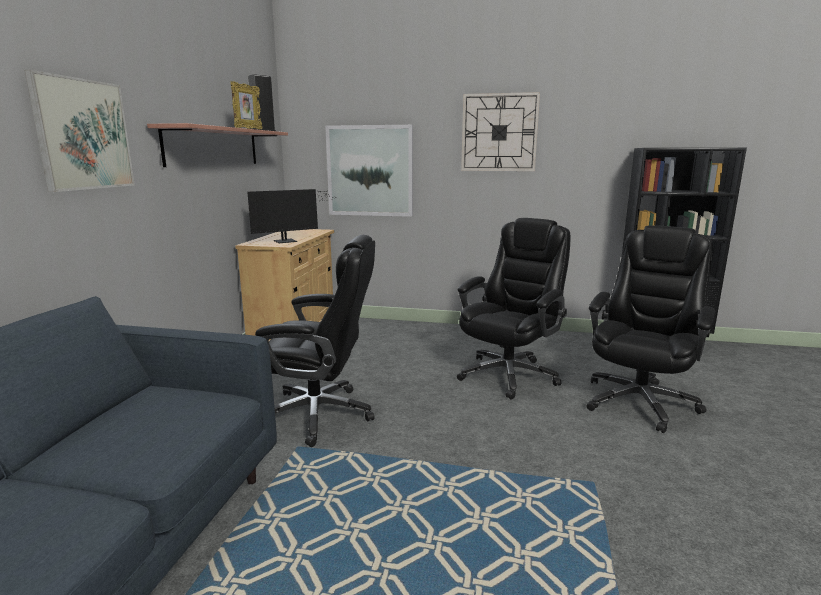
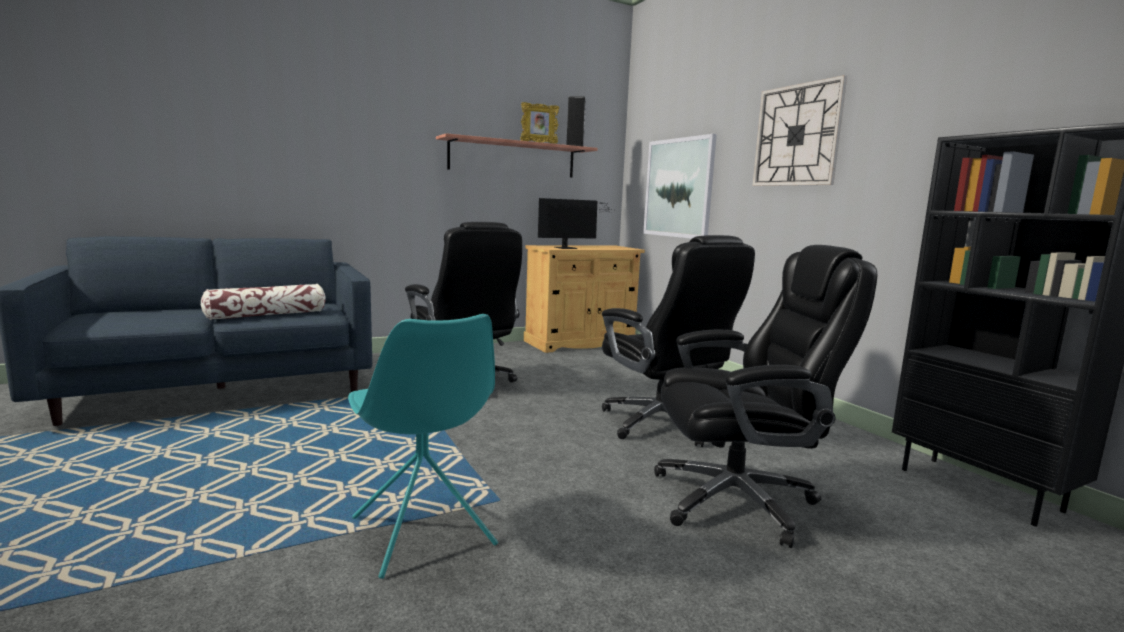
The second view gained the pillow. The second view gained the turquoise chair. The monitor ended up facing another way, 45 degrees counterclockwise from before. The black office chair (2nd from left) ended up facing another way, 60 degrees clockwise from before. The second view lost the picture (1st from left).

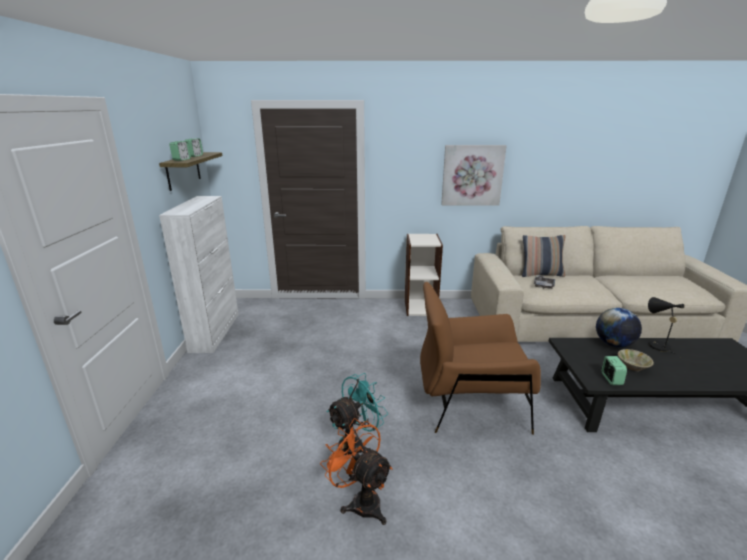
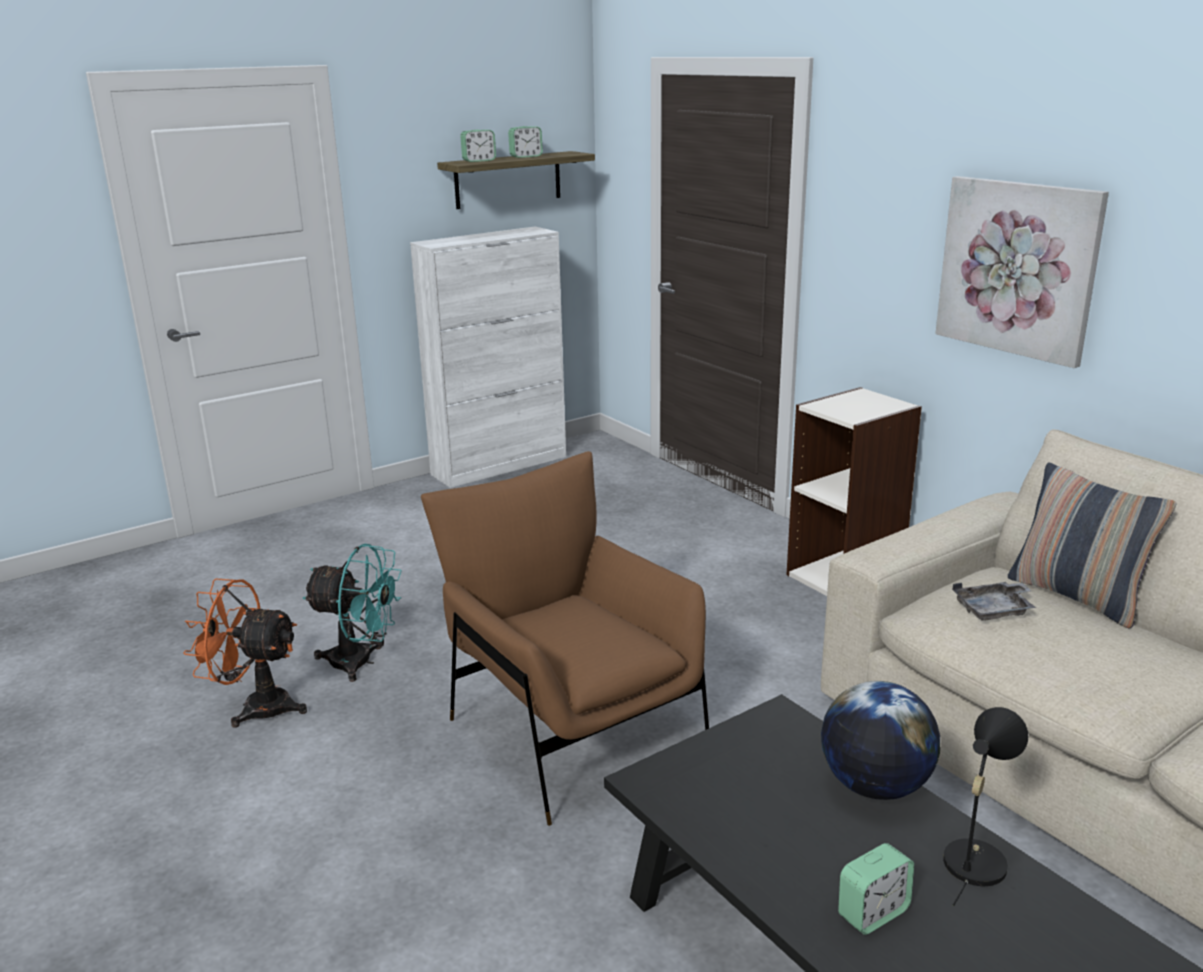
The orange fan ended up facing another way, 90 degrees counterclockwise from before. The alarm clock (3rd from left) ended up elsewhere. The second view lost the beige bowl.

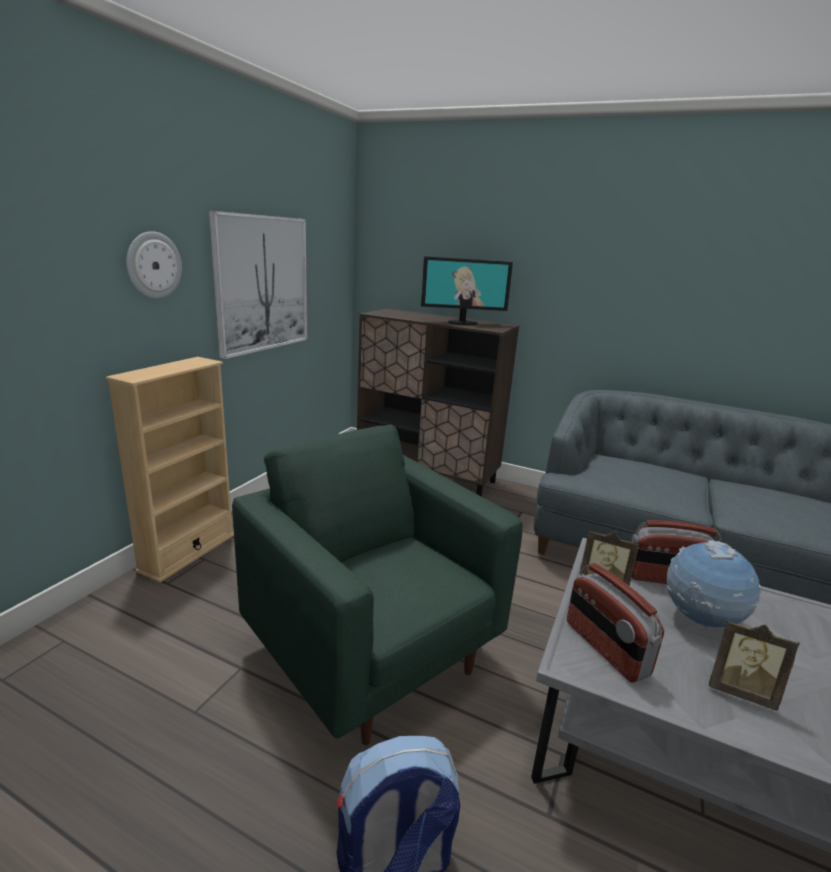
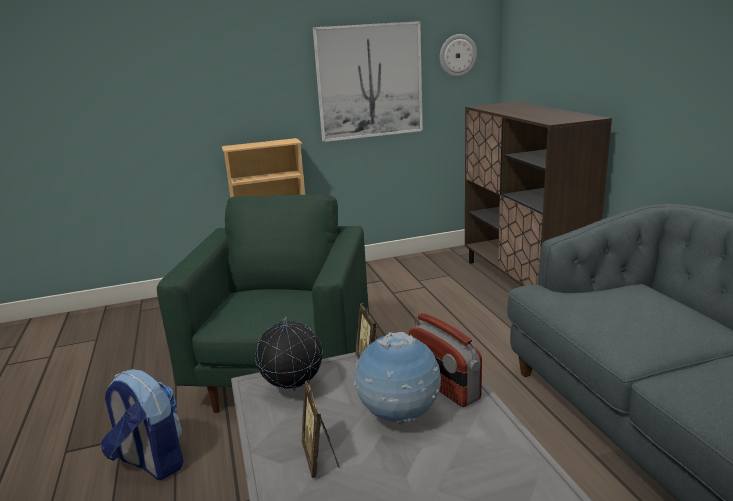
Where the radio (1st from left) stood, the globe (1st from left) came to stand. The wall clock ended up elsewhere. The second view lost the monitor.

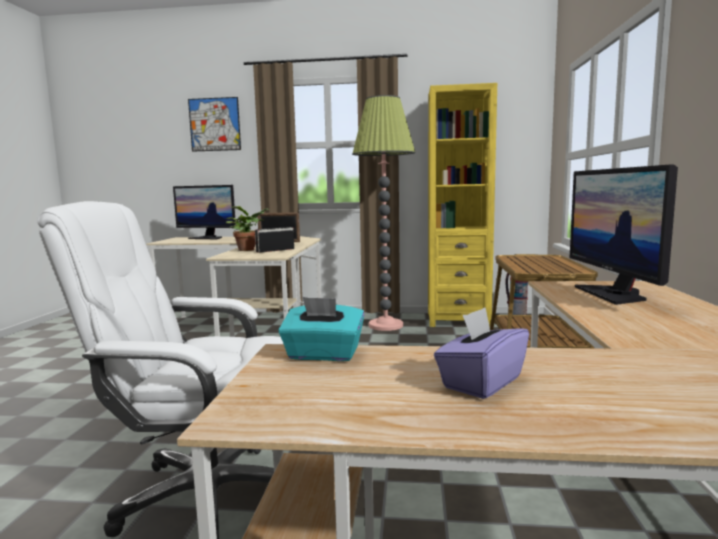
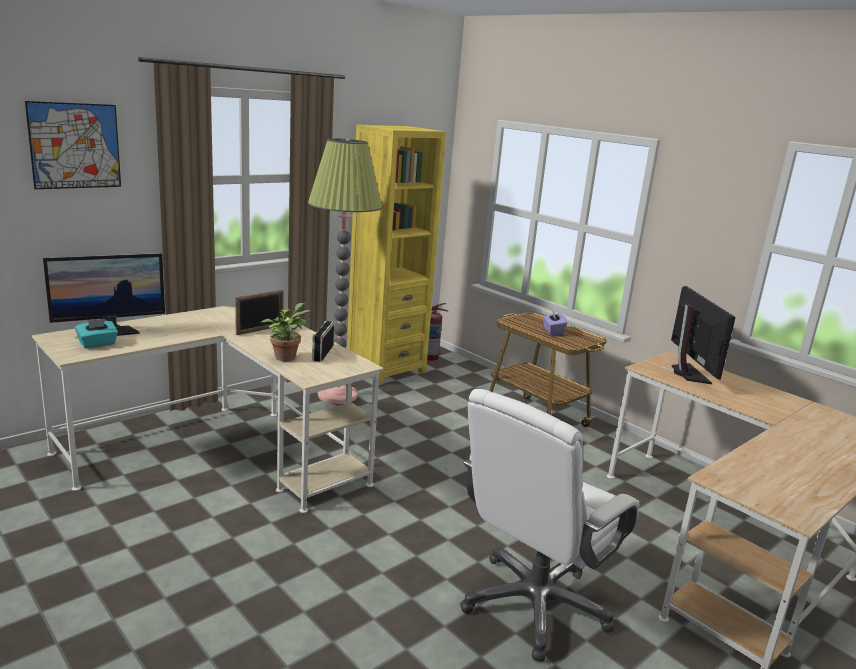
The turquoise tissue box ended up elsewhere. The purple tissue box ended up elsewhere. The monitor (2nd from left) ended up facing another way, 135 degrees counterclockwise from before.

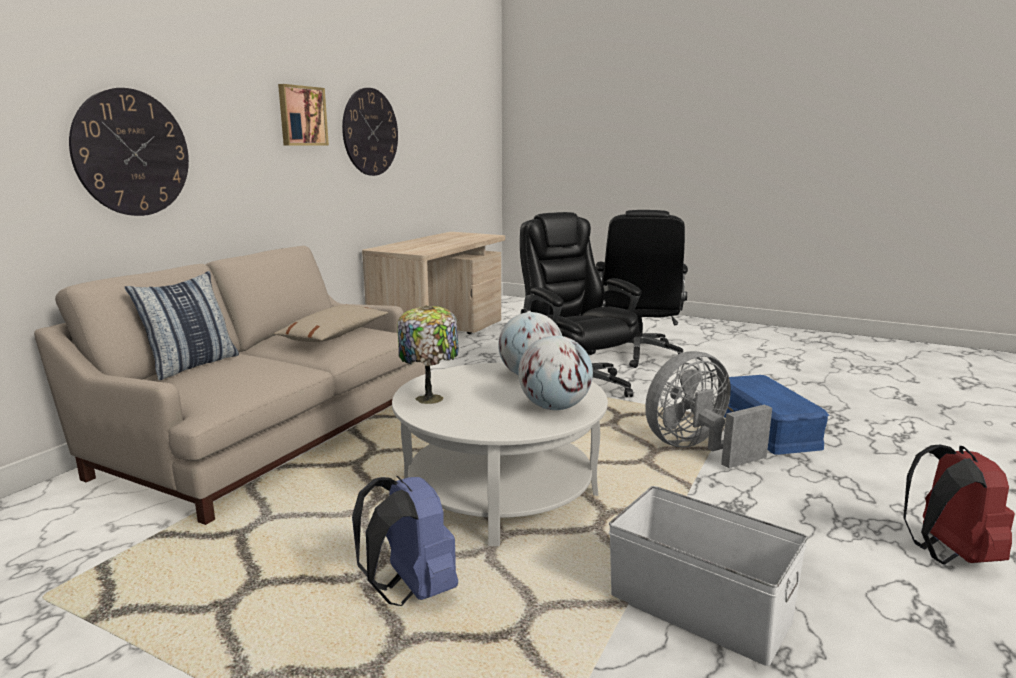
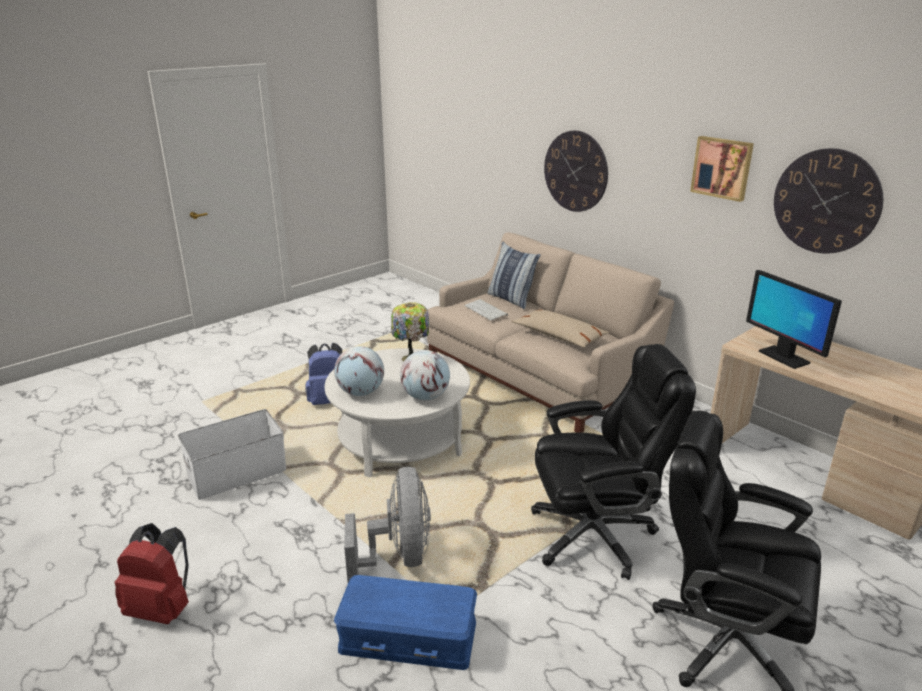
The second view gained the keyboard. The second view gained the monitor.

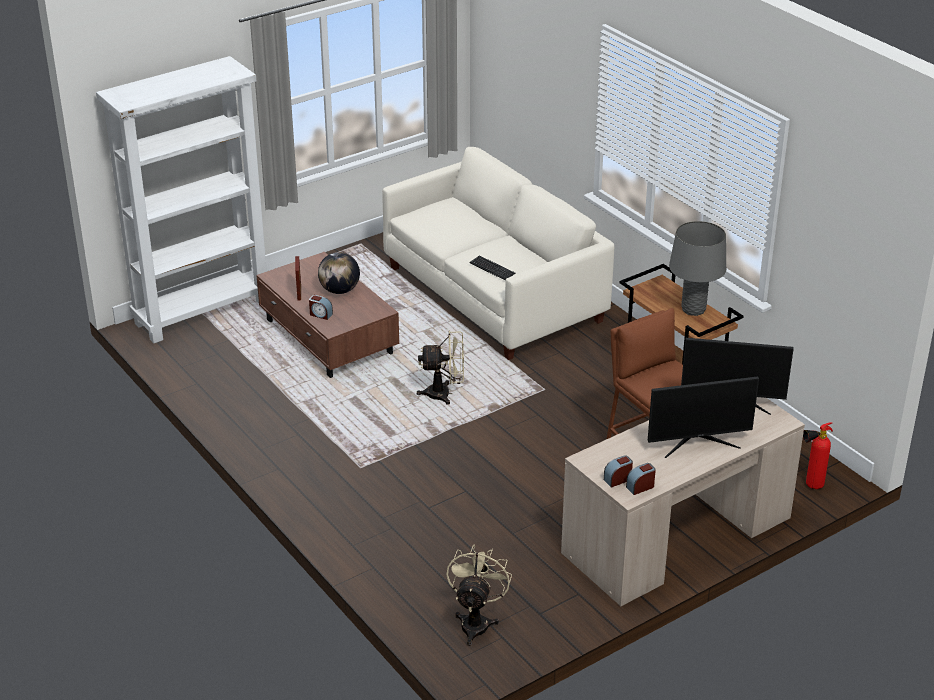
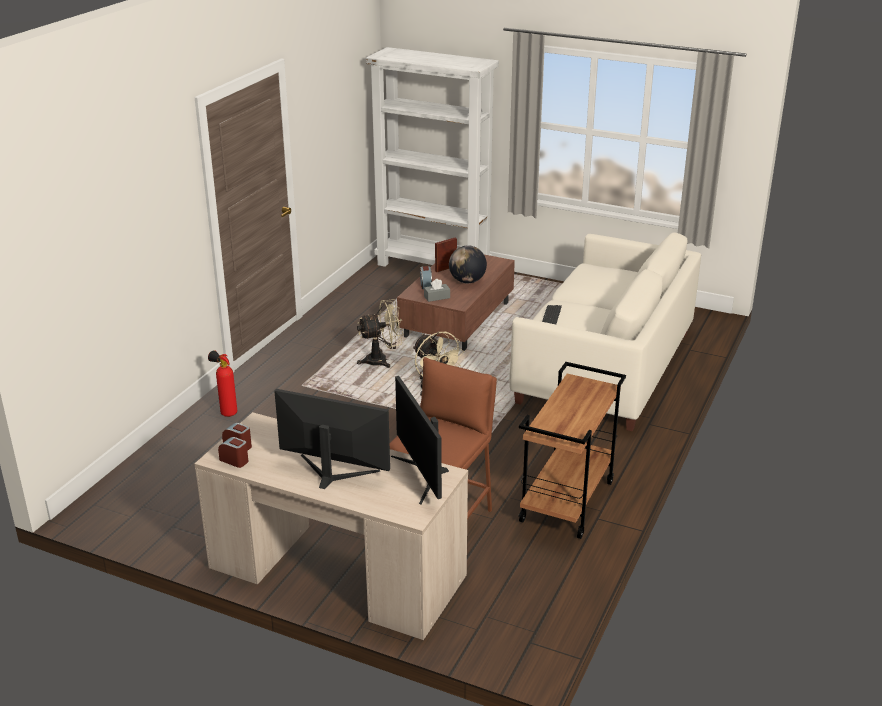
The fire extinguisher ended up elsewhere. The monitor (1st from left) ended up facing another way, 150 degrees clockwise from before. The beige fan (2nd from left in the first image) ended up elsewhere. The second view gained the grey tissue box. The second view lost the grey table lamp.

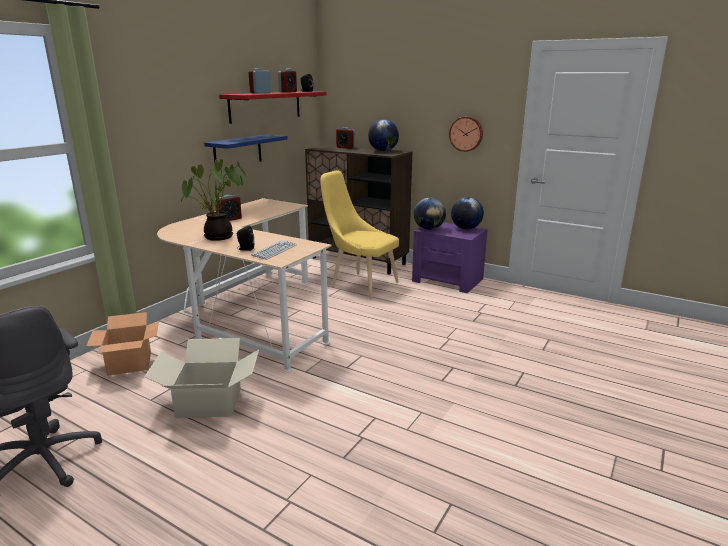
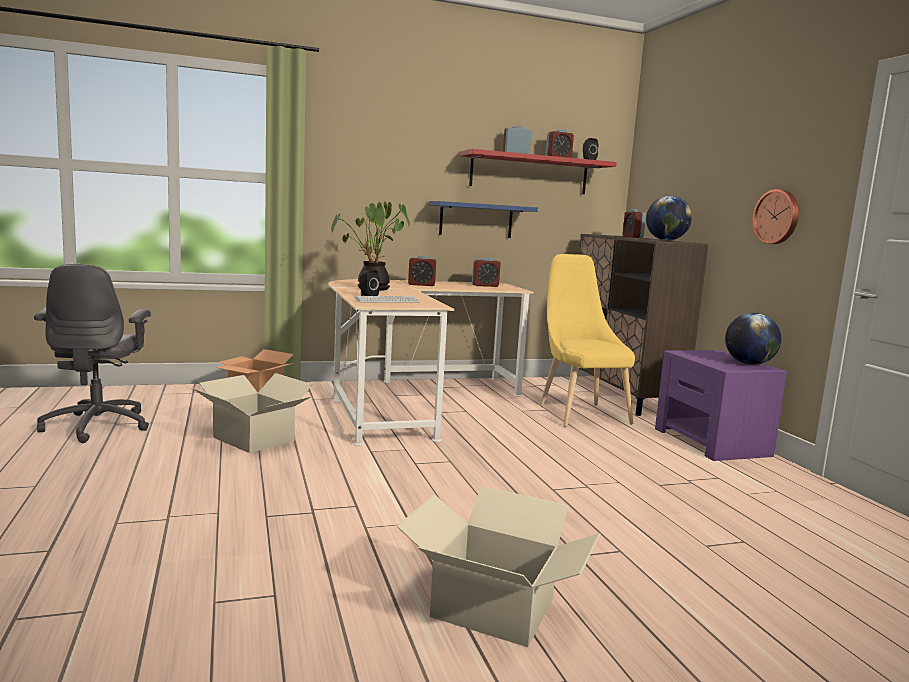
The second view gained the cardboard box (3rd from left). The second view gained the alarm clock (2nd from left). The second view lost the globe (2nd from left).

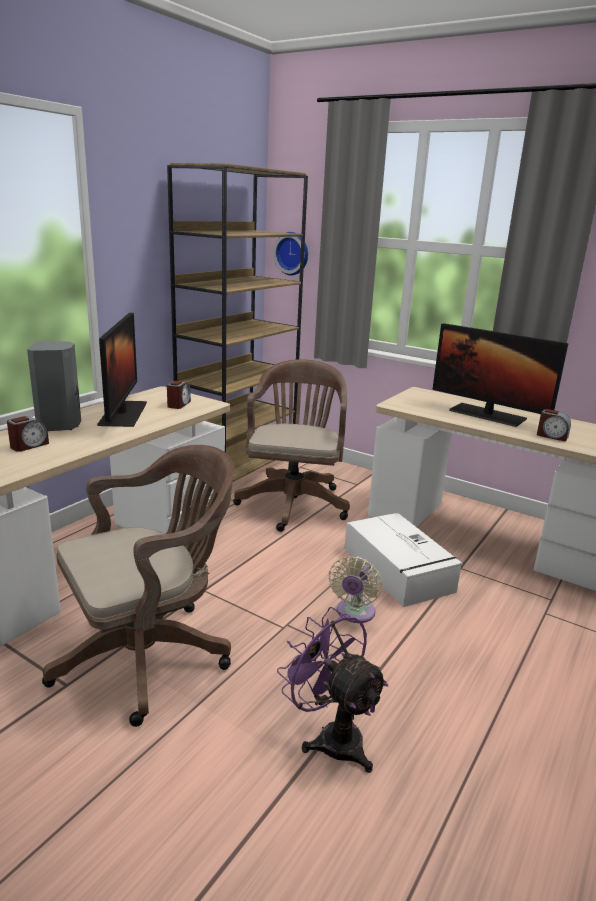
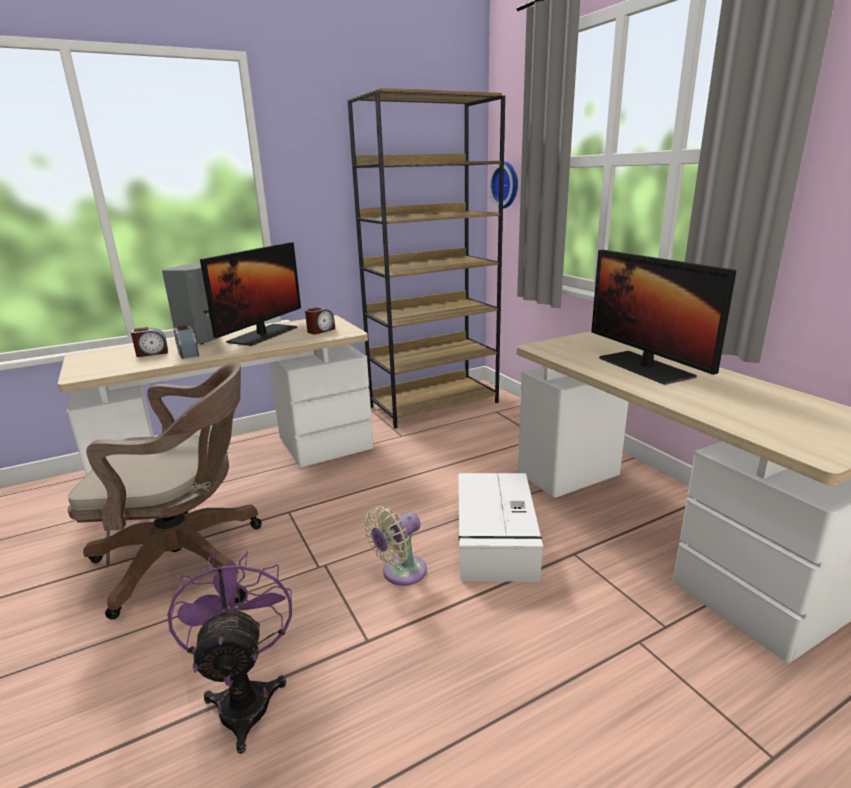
The alarm clock (3rd from left in the first image) ended up elsewhere. The second view lost the brown office chair (2nd from left).

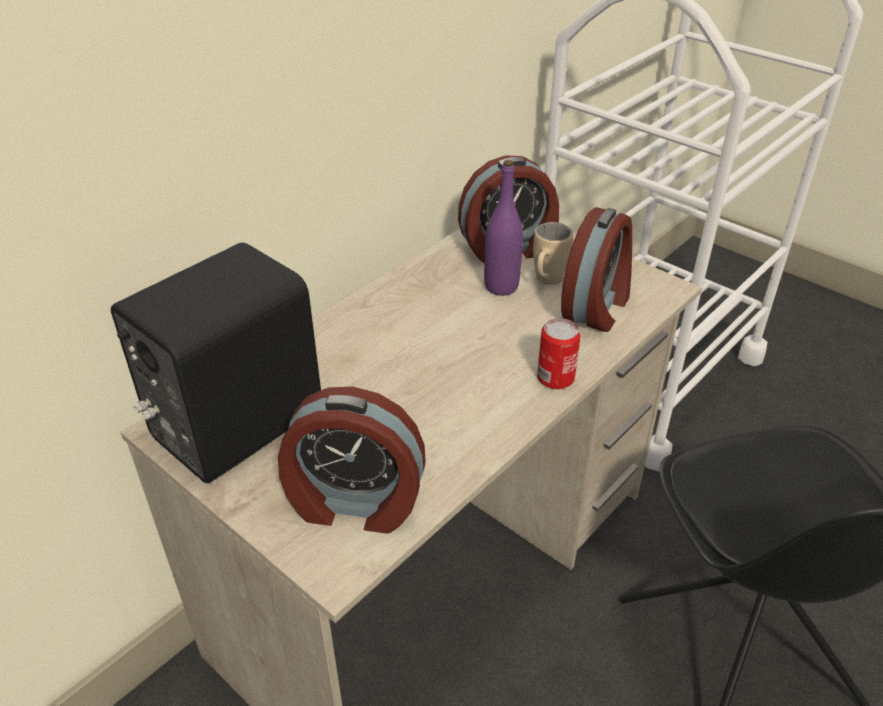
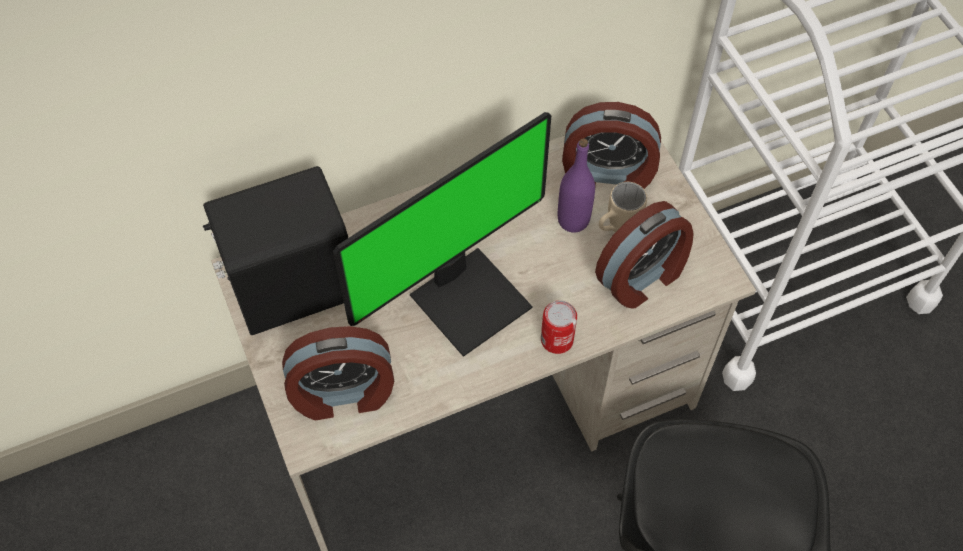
The alarm clock (1st from left) ended up facing another way, 45 degrees counterclockwise from before. The second view gained the monitor.

